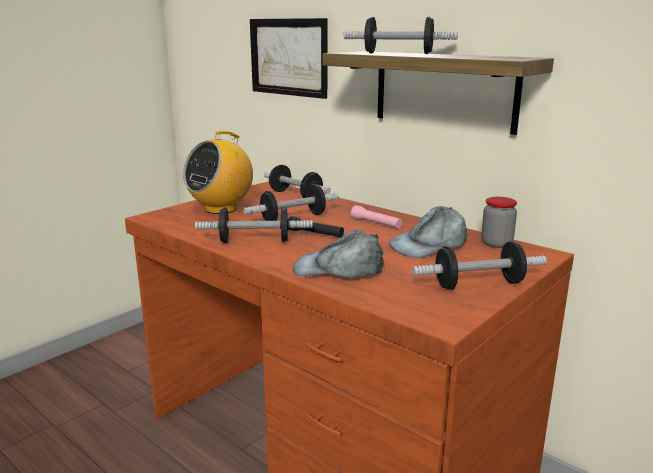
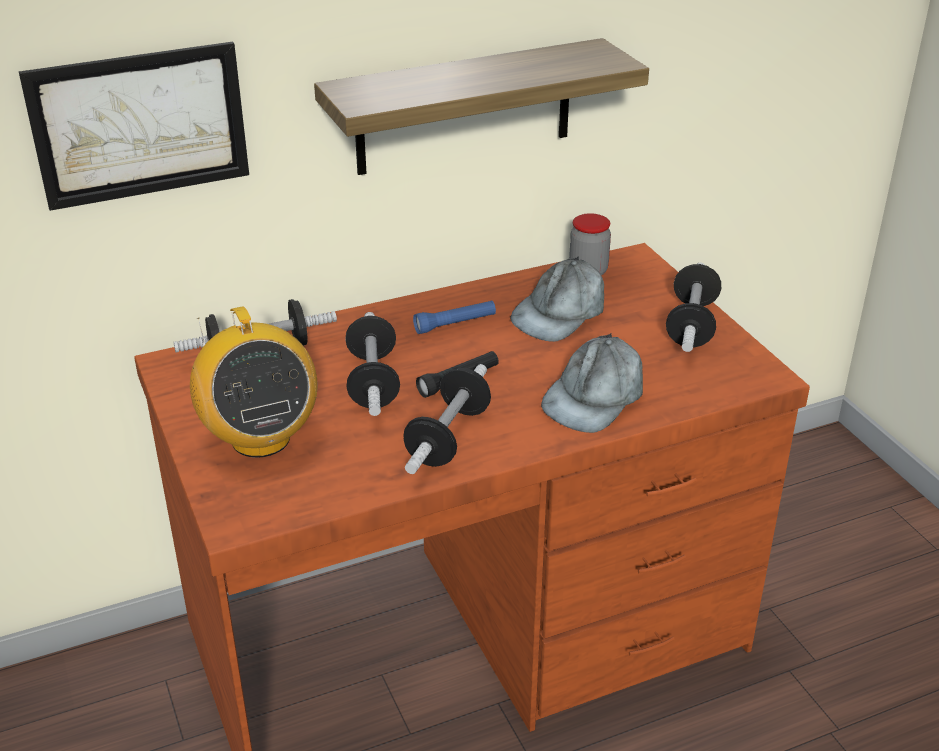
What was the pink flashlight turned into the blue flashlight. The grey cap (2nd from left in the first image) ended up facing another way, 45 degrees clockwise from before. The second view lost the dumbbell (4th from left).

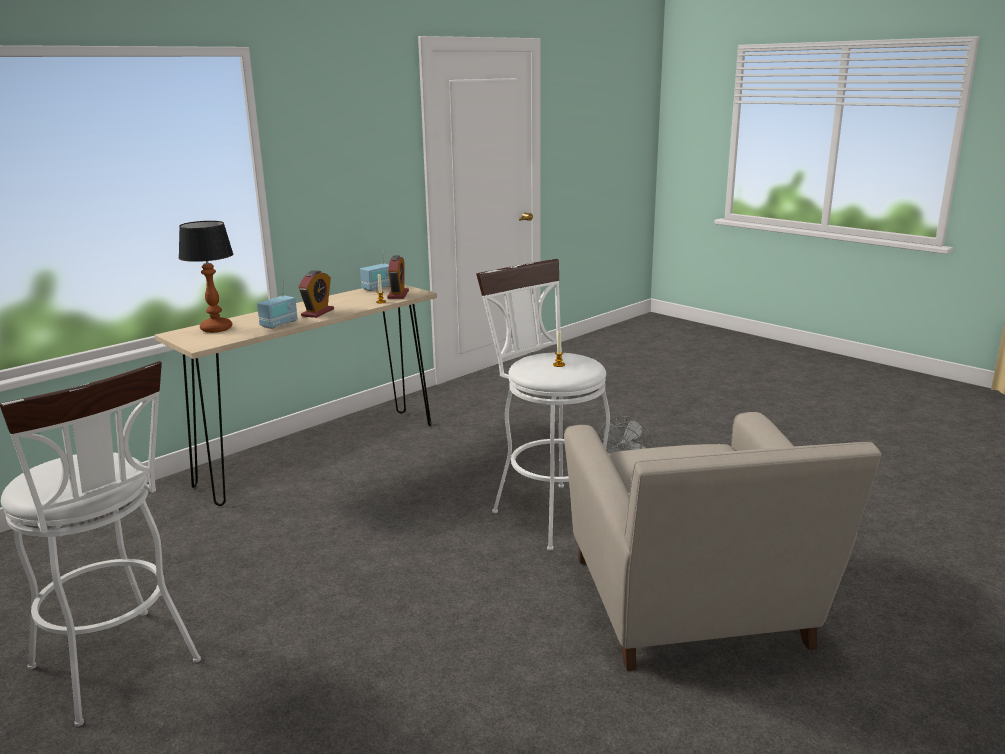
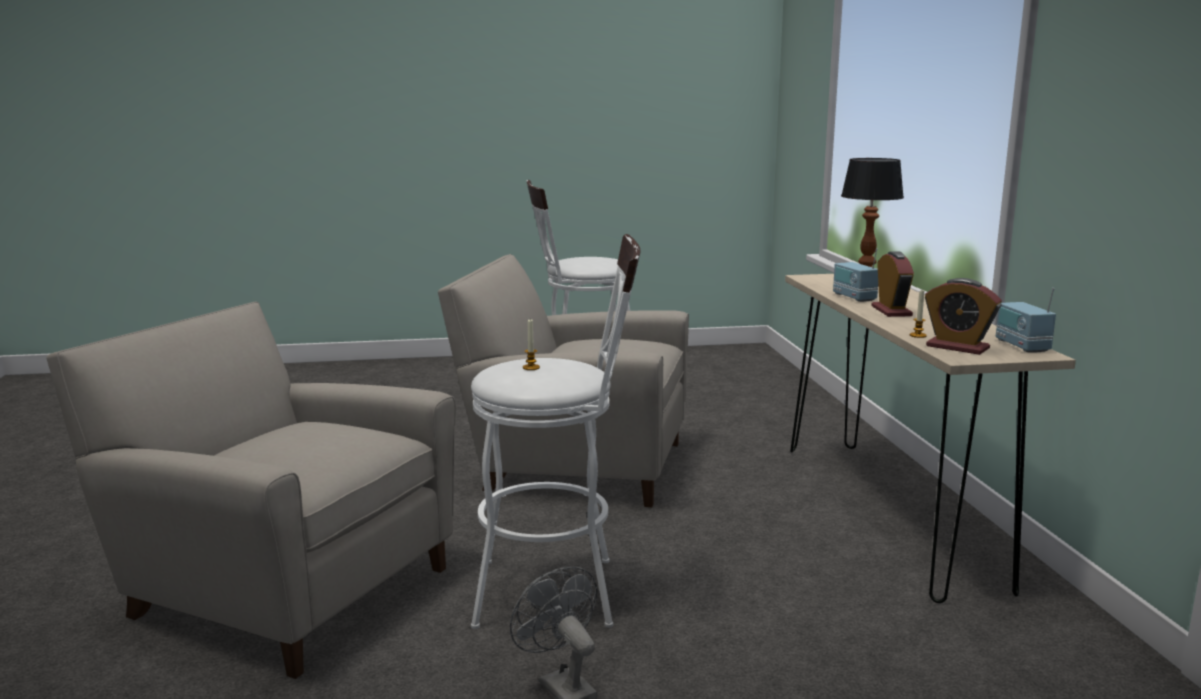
The second view gained the beige armchair (2nd from left). The alarm clock (1st from left) ended up facing another way, 150 degrees counterclockwise from before.

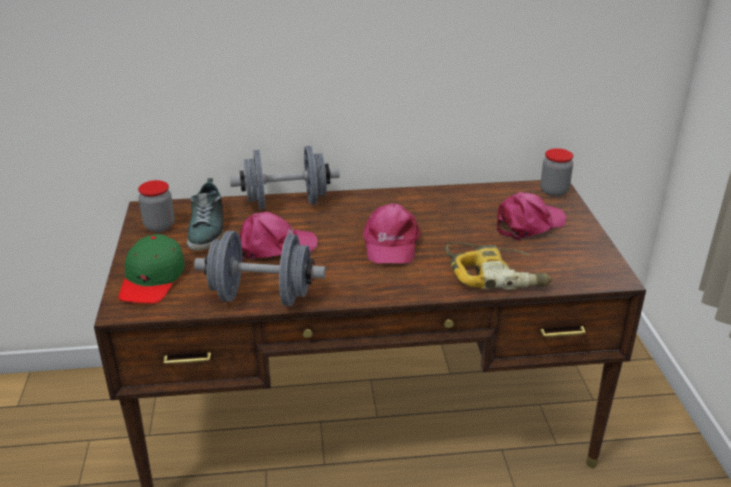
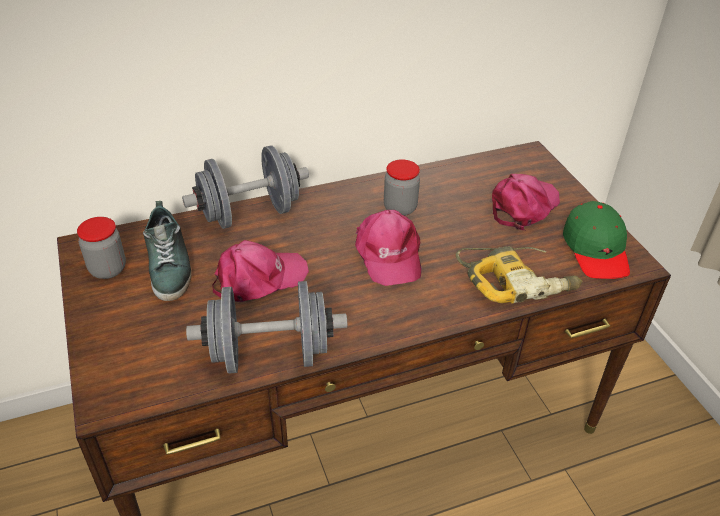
The jar (2nd from left) ended up elsewhere. The green cap ended up elsewhere.

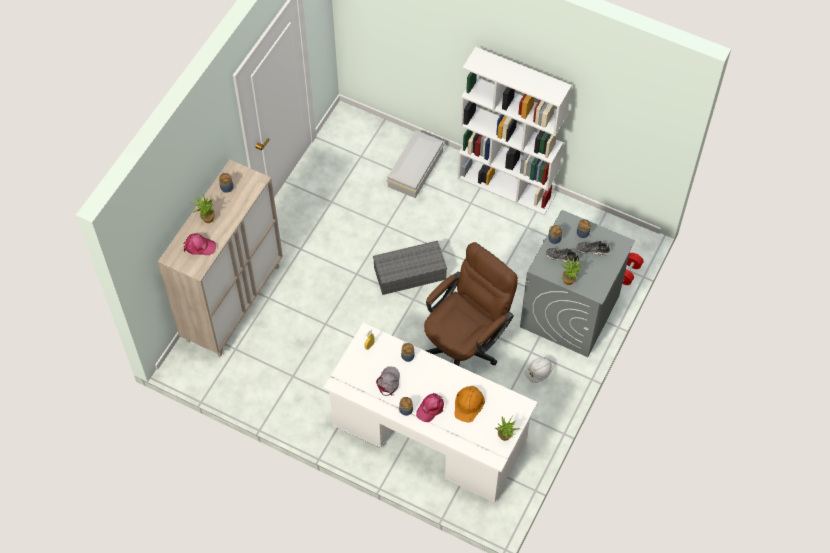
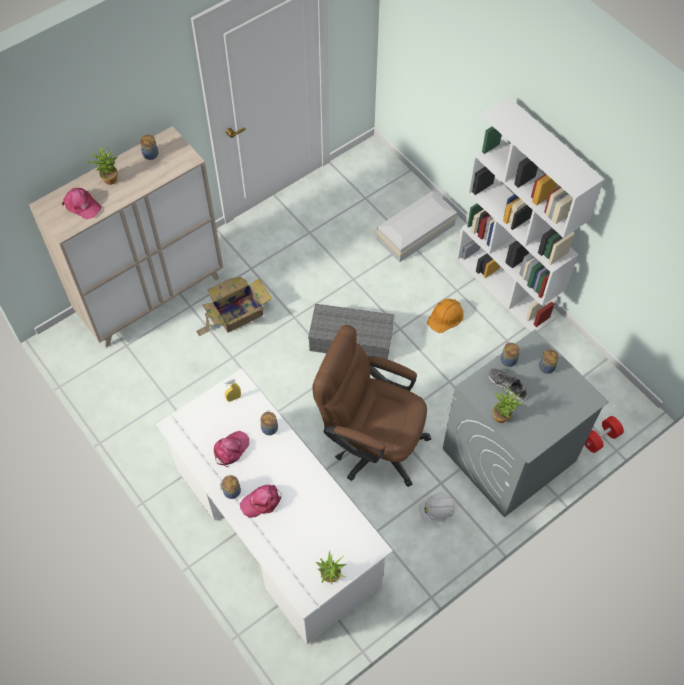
The second view gained the cardboard box. What was the grey cap turned into the pink cap (2nd from left). The brown office chair ended up facing another way, 135 degrees counterclockwise from before. The orange hard hat ended up elsewhere. The second view lost the shoe (2nd from left).

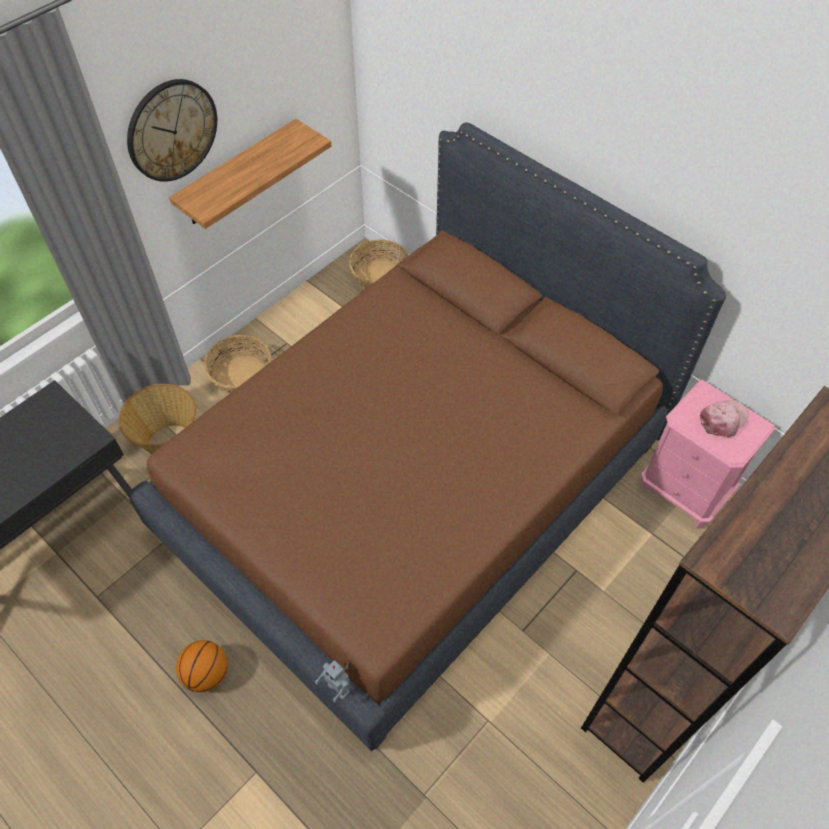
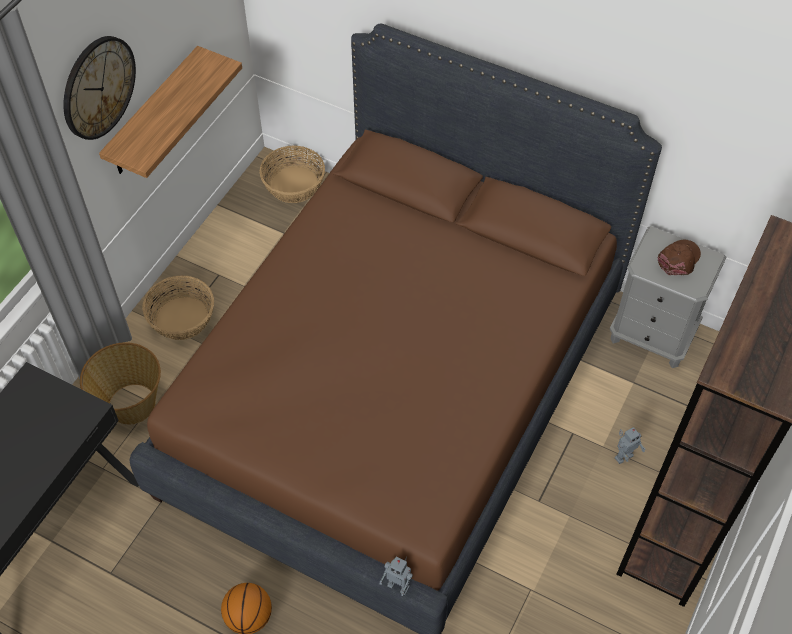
What was the pink nightstand turned into the grey nightstand. The second view gained the toy robot (2nd from left). What was the pink cap turned into the brown cap.

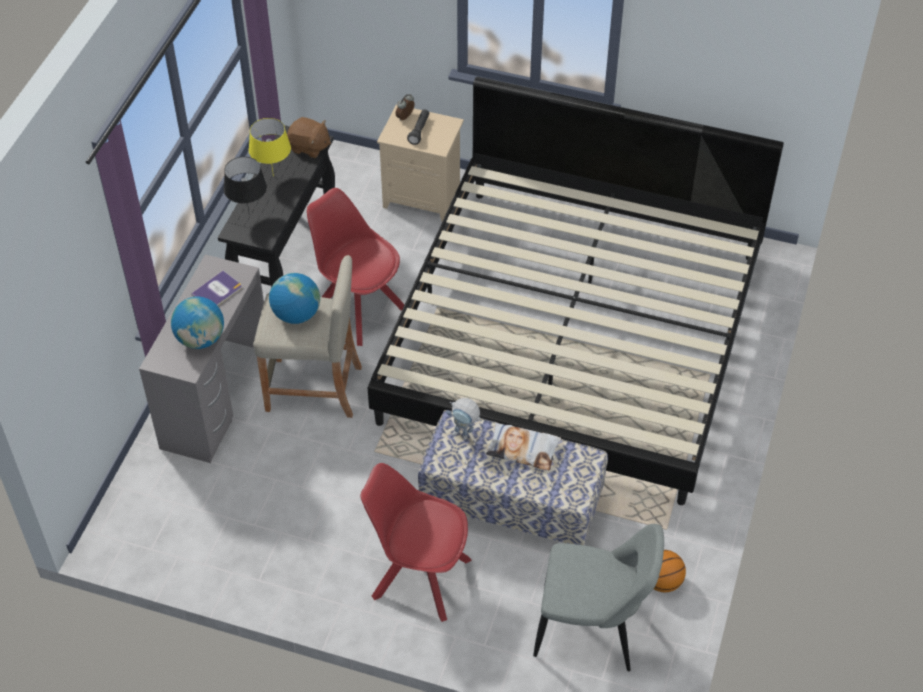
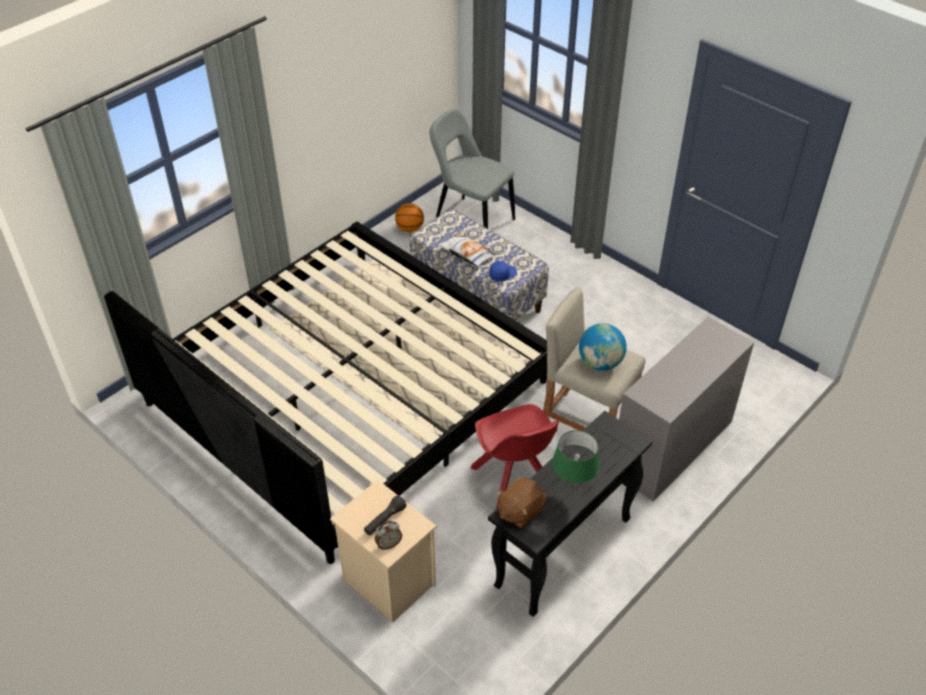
Where the toy robot stood, the blue cap came to stand. The brown plush toy ended up facing another way, 90 degrees counterclockwise from before. What was the yellow table lamp turned into the green table lamp. The second view lost the globe (1st from left). The second view lost the book. The second view lost the black table lamp. The second view lost the red chair (2nd from left).

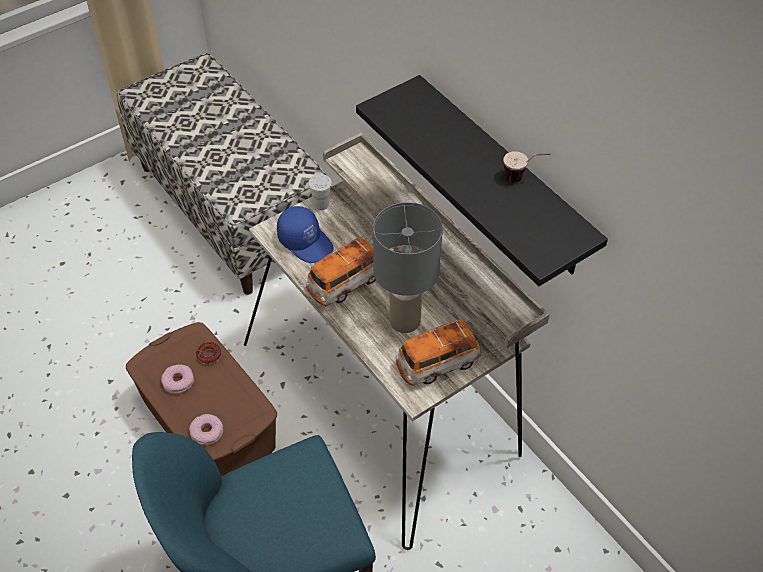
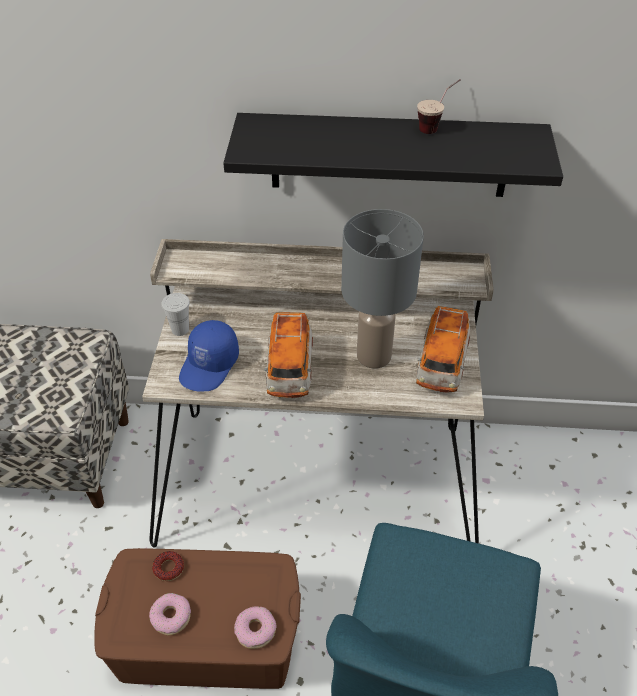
The blue cap ended up facing another way, 120 degrees clockwise from before.

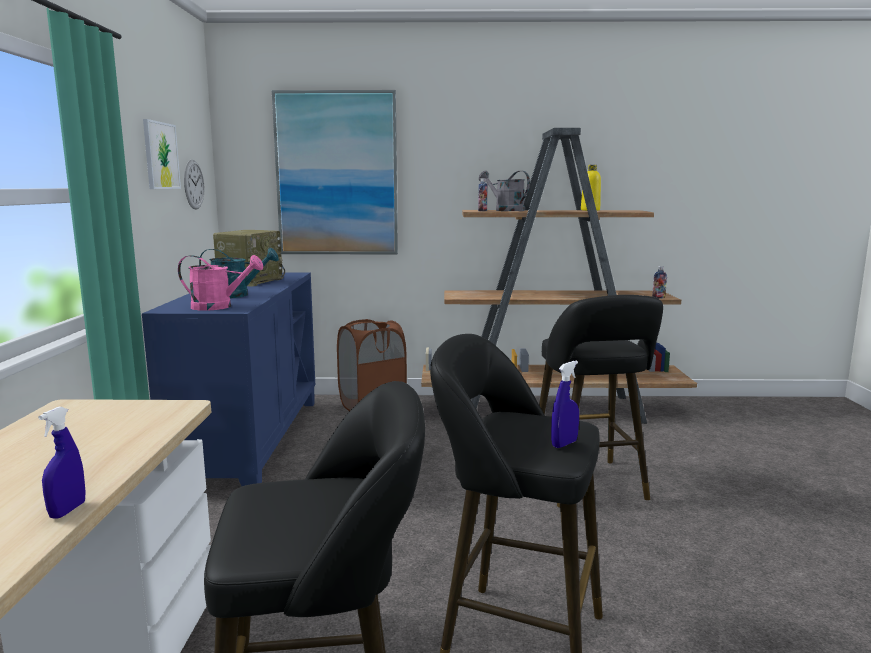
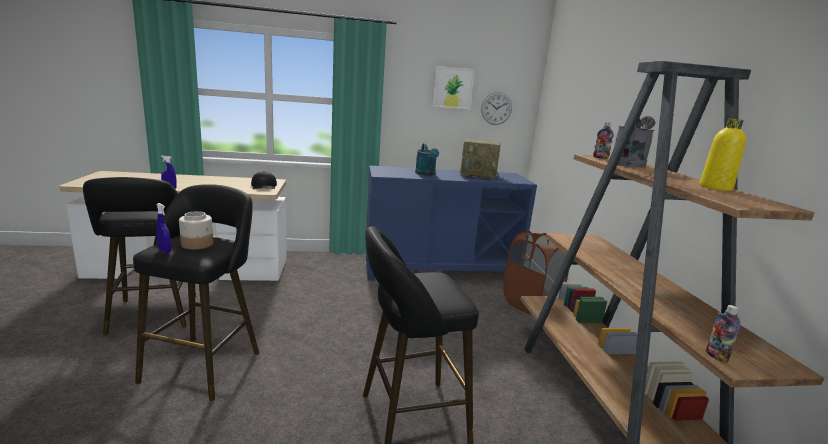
The second view gained the jar. The second view gained the black cap. The second view lost the pink watering can. The second view lost the picture (2nd from left).

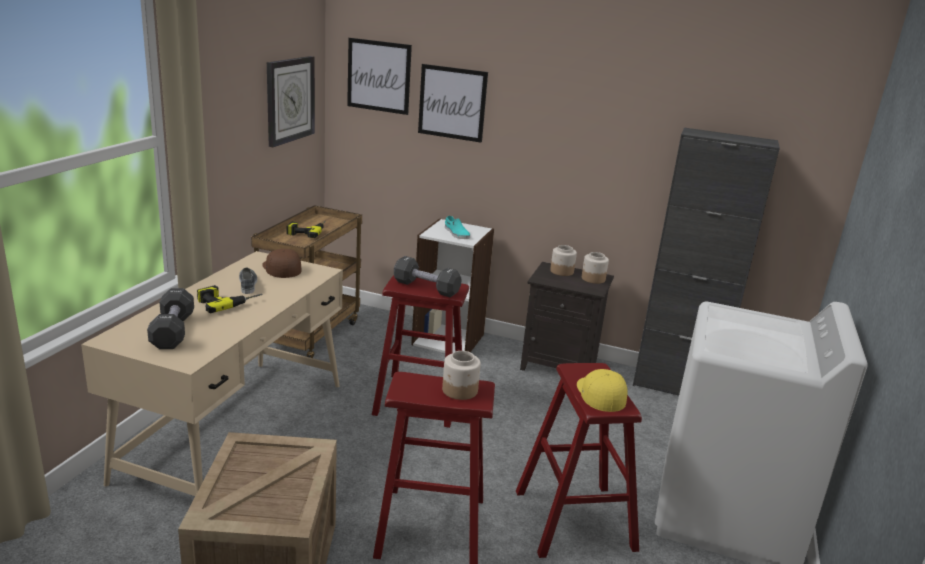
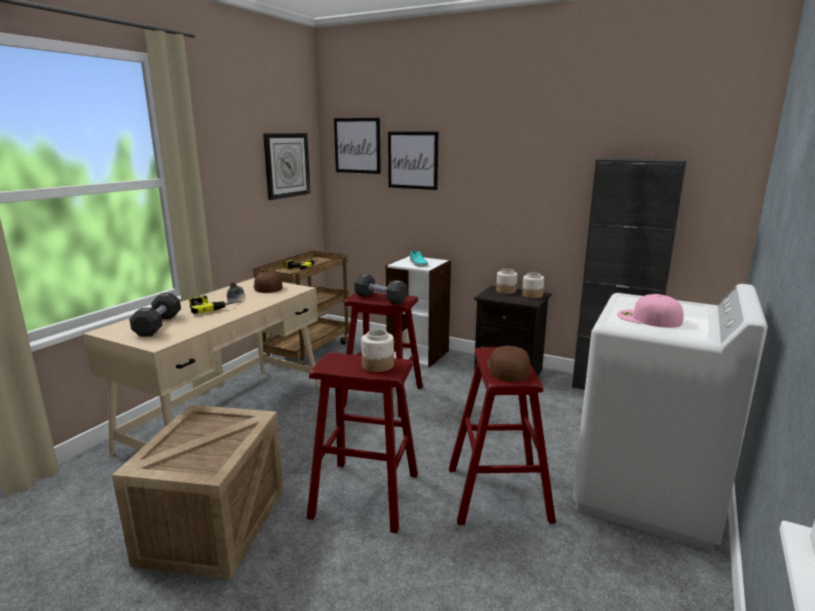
What was the yellow cap turned into the brown cap (2nd from left). The second view gained the pink cap.

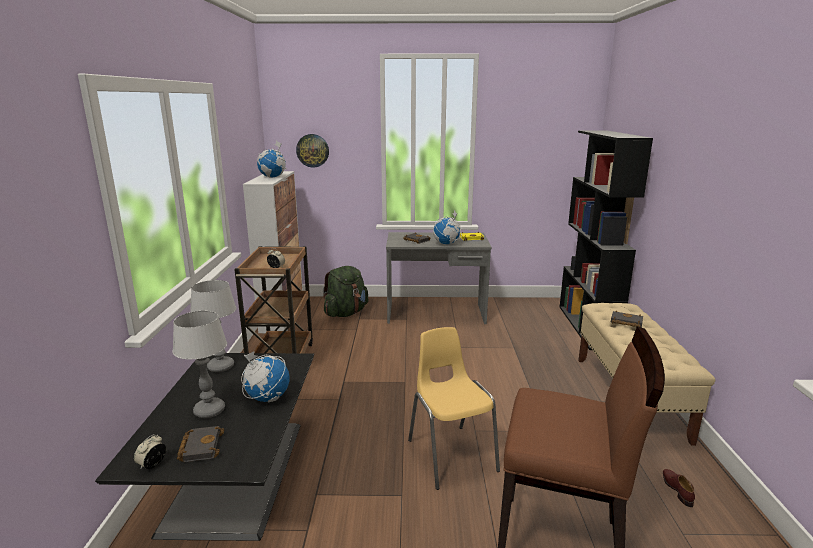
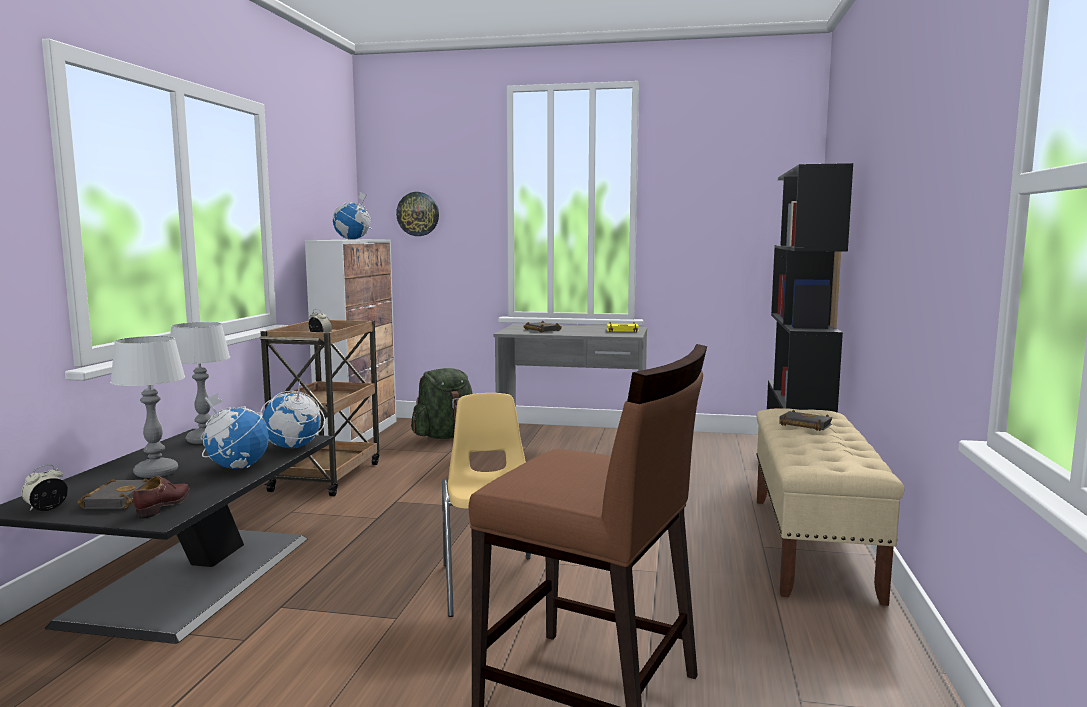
The brown shoe ended up elsewhere. The globe (3rd from left in the first image) ended up elsewhere.

